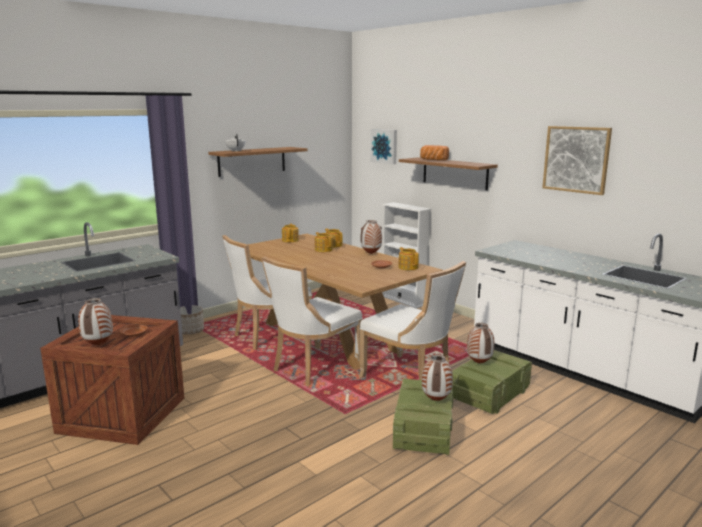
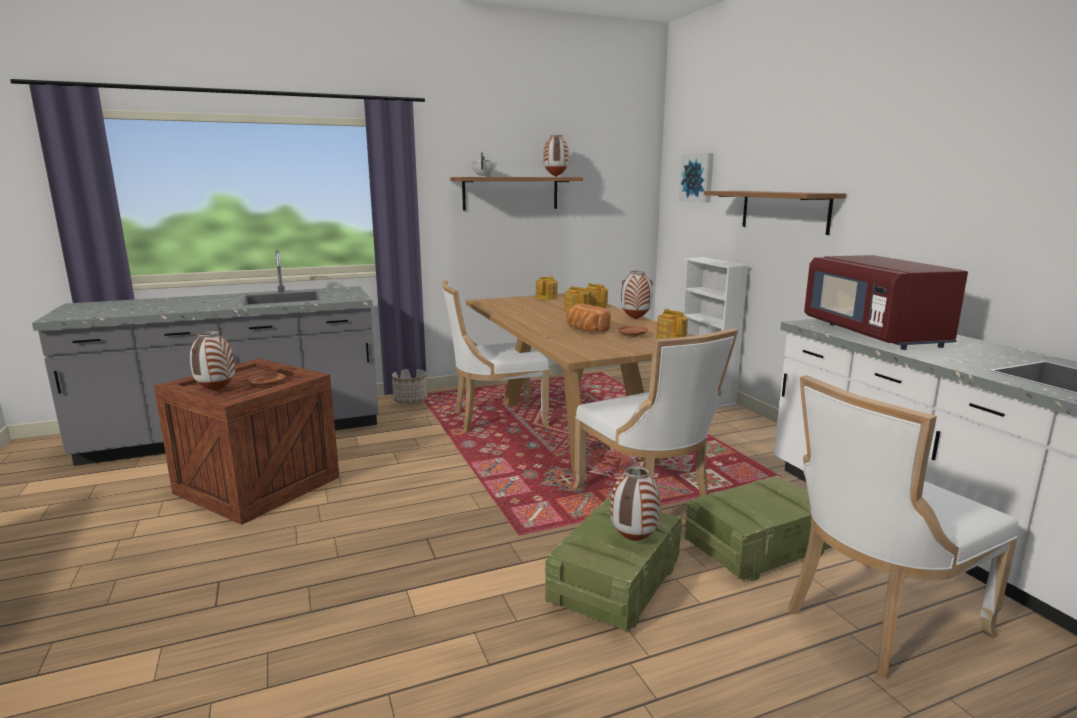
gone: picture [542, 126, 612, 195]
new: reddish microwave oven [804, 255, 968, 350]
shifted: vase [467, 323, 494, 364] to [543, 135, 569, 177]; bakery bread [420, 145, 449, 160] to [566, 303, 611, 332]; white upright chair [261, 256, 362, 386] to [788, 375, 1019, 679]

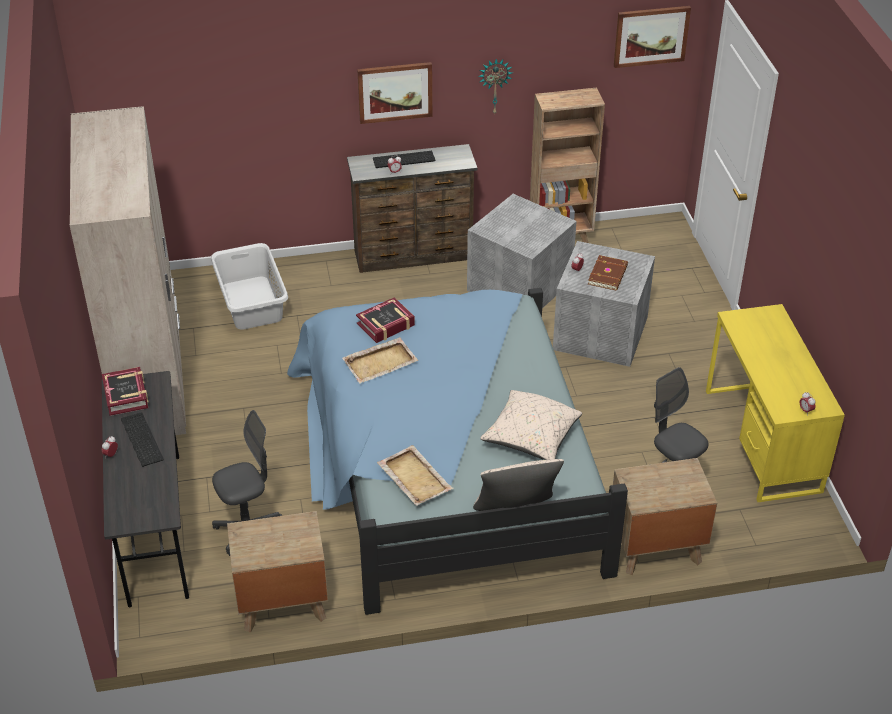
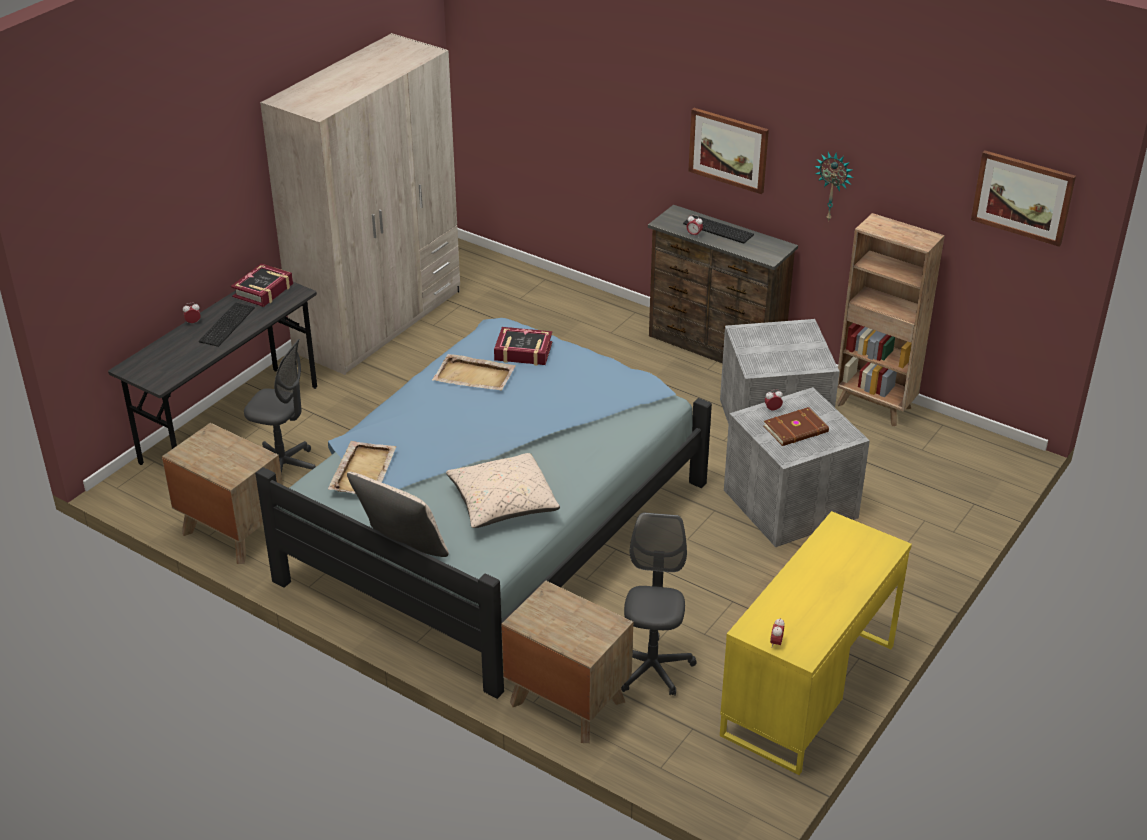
gone: grey washing basket [211, 243, 288, 330]

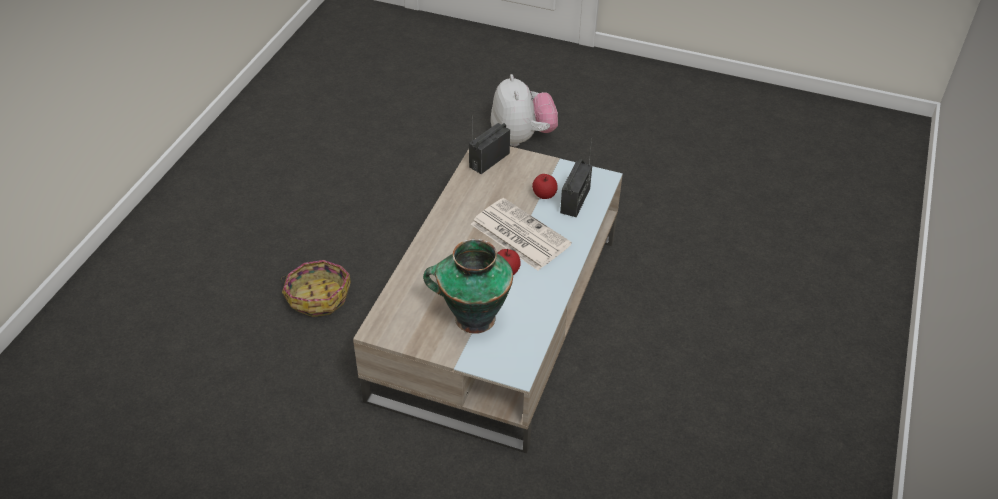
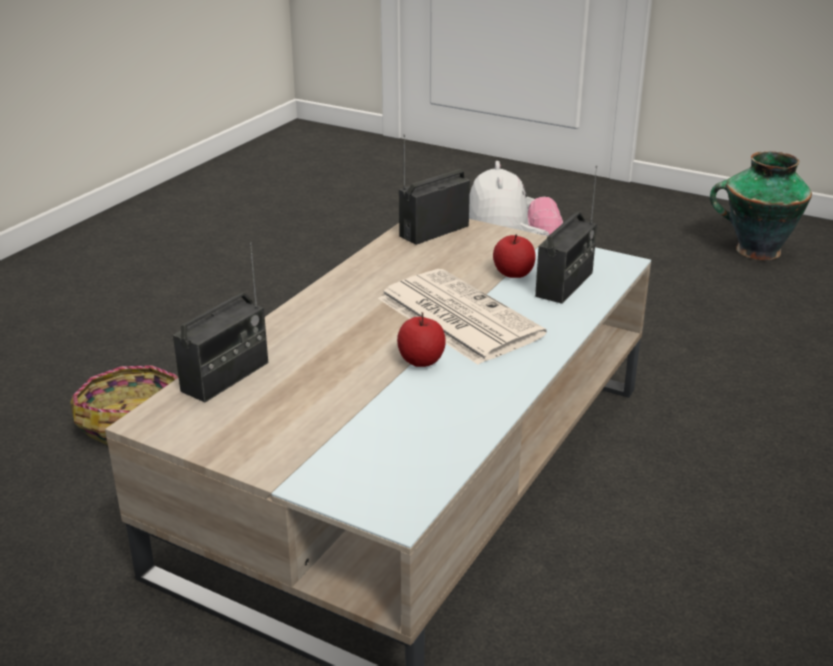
new: radio [173, 242, 268, 403]
shifted: vase [423, 239, 513, 334] to [710, 151, 812, 260]

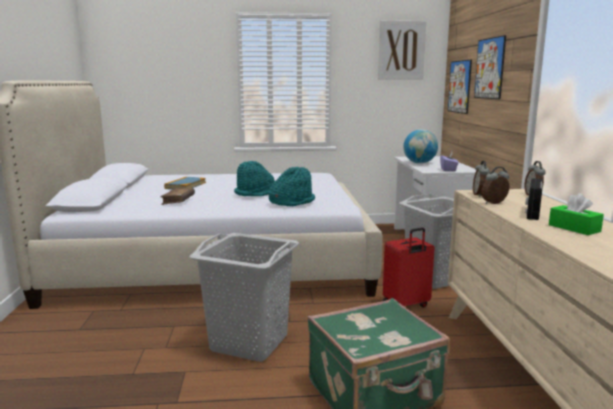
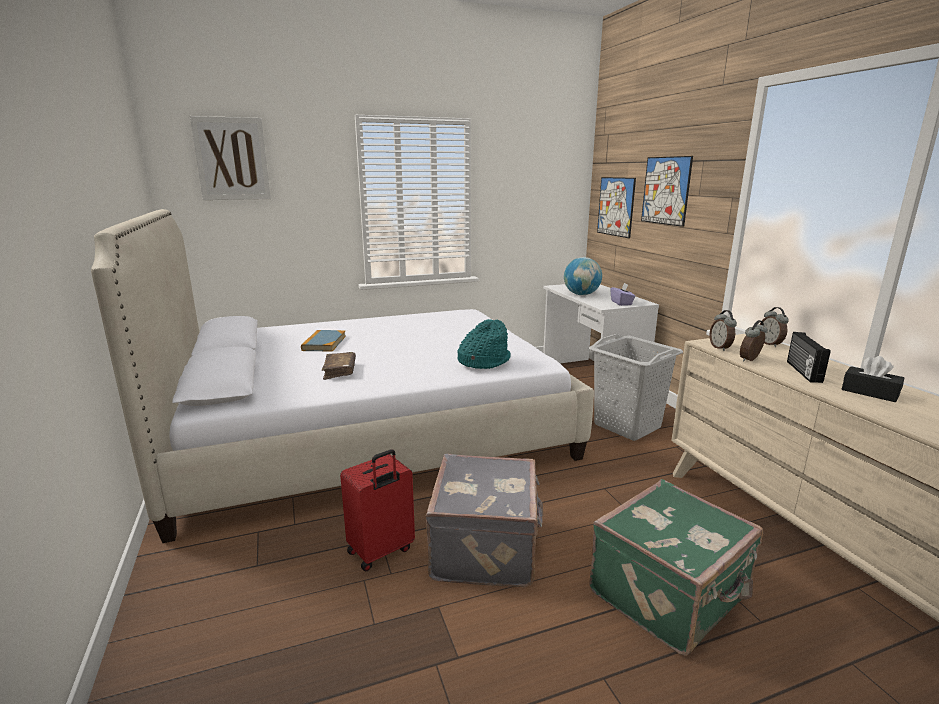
gone: turquoise clothing hat [234, 161, 275, 197]
shifted: picture [378, 21, 426, 79] to [190, 116, 271, 200]; reddish suitcase [383, 228, 435, 307] to [340, 449, 415, 571]
swapped: grey washing basket [190, 233, 299, 362] to grey suitcase [426, 454, 543, 587]
repainted: greenish tissue box [549, 193, 604, 235] to black-coloured tissue box [842, 356, 904, 402]

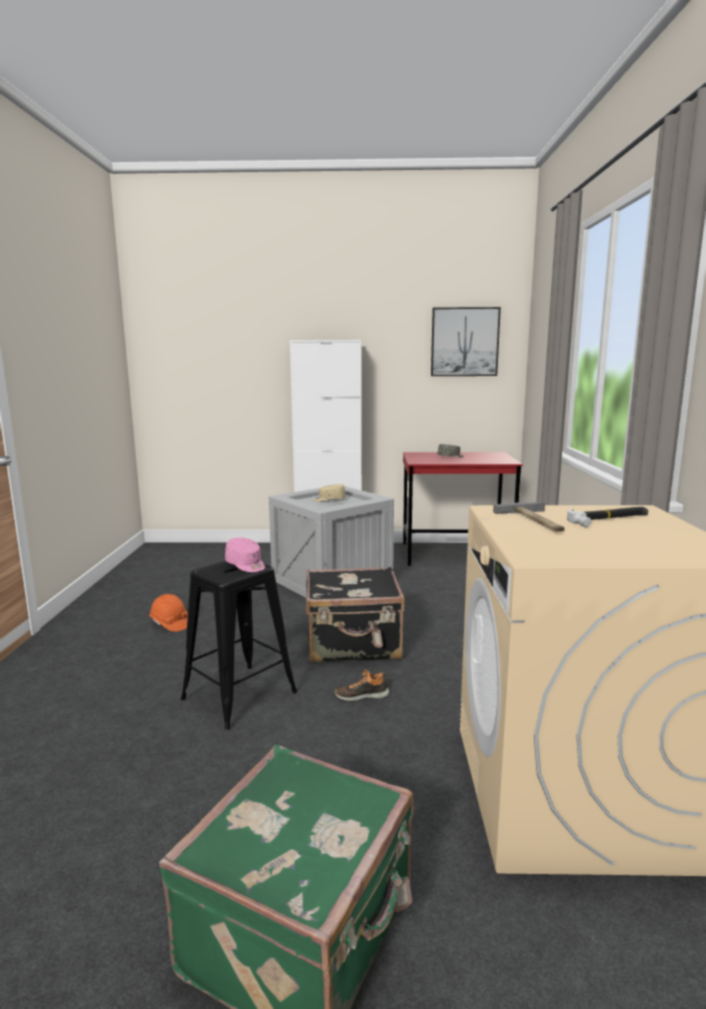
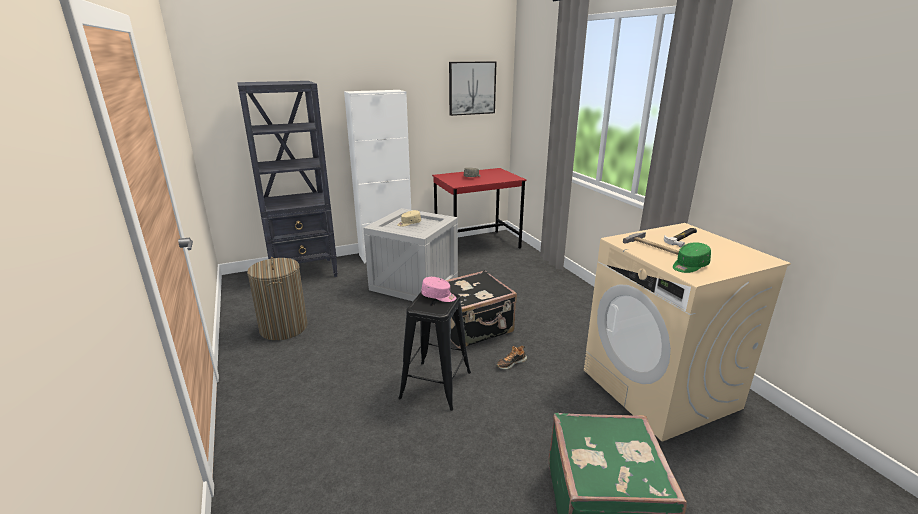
gone: orangey safety helmet [149, 594, 188, 632]
new: black-coloured shelving unit [237, 81, 338, 277]; washing basket [247, 257, 307, 340]; greenish cap [673, 242, 711, 273]

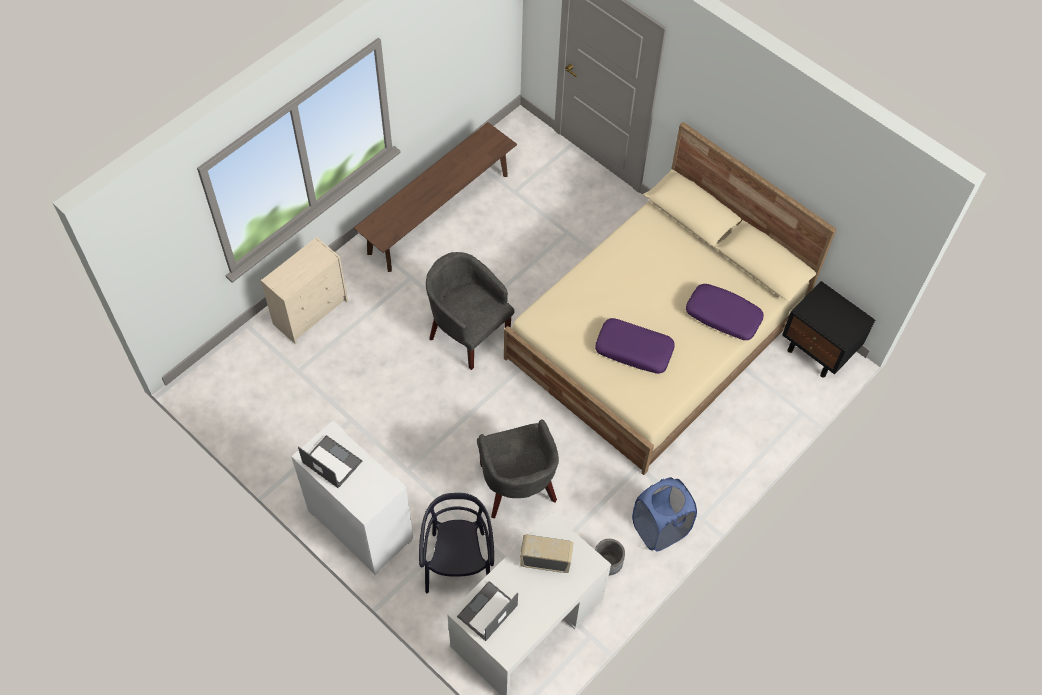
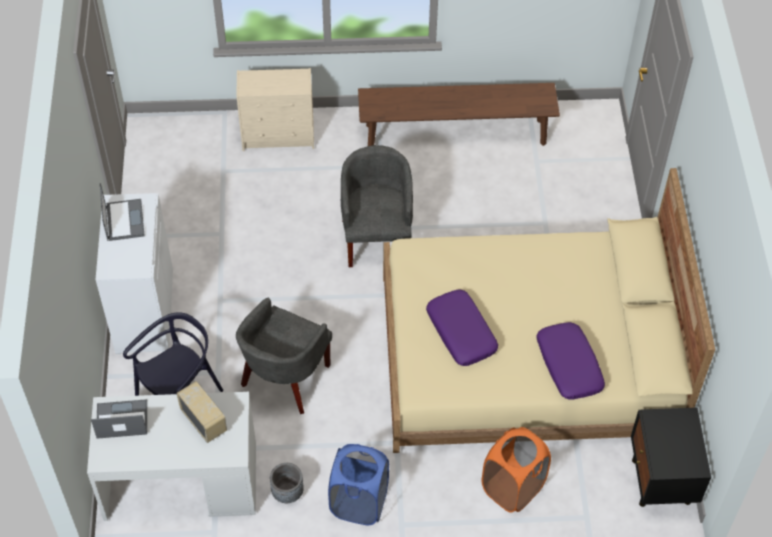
new: orangey washing basket [482, 427, 551, 513]

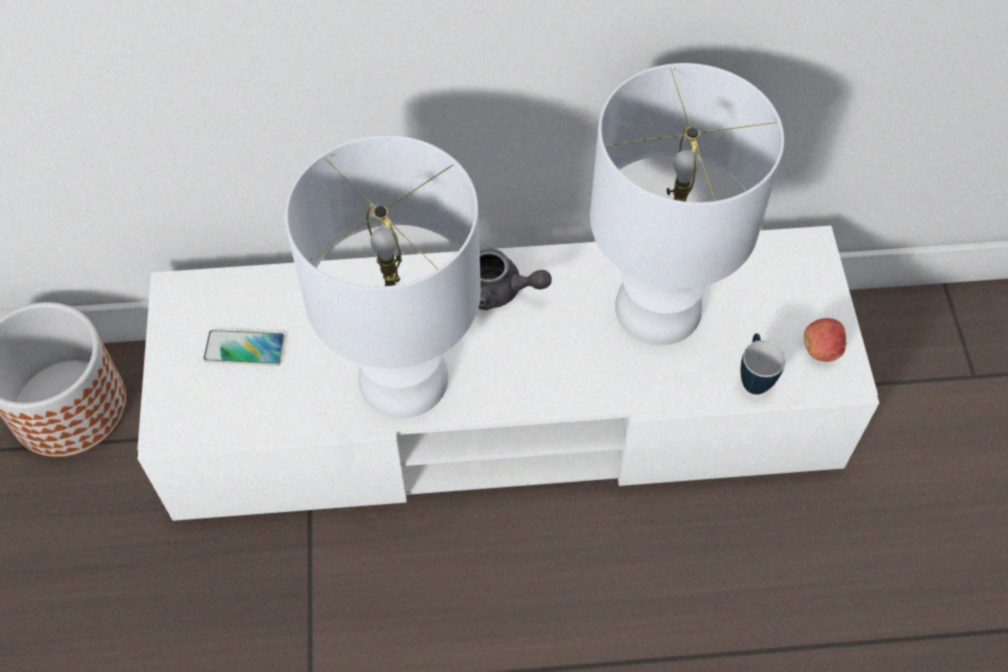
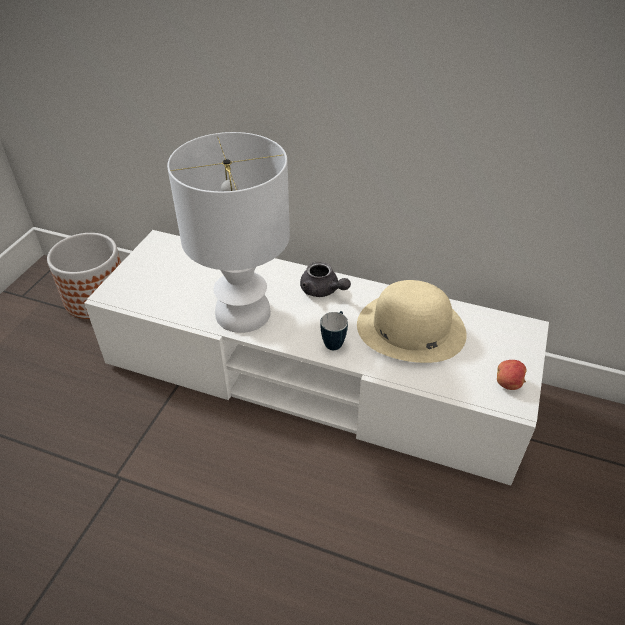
gone: phone [204, 330, 285, 366]
shifted: tea mug [740, 333, 786, 395] to [320, 311, 348, 350]
swapped: white table lamp [590, 63, 784, 345] to beige-coloured clothing hat [357, 280, 467, 363]

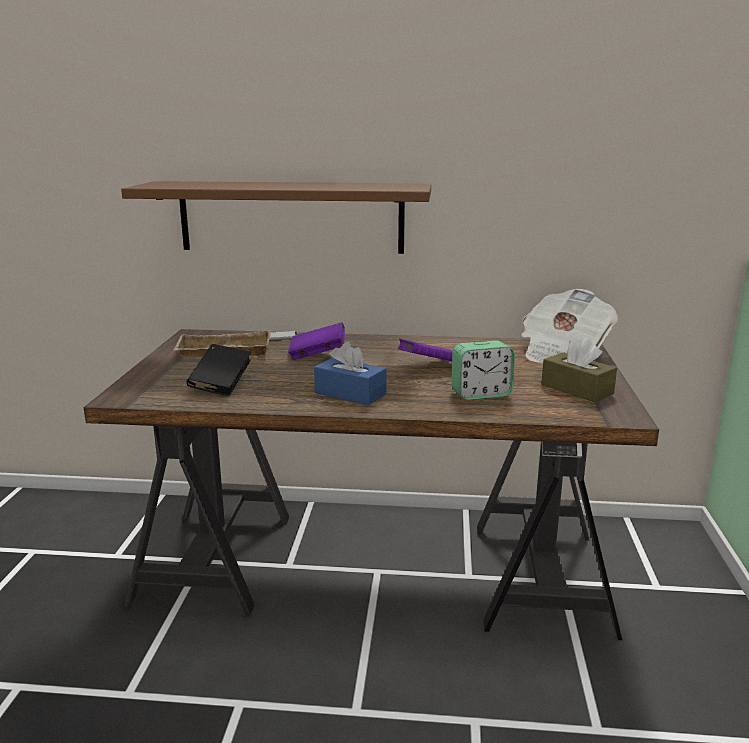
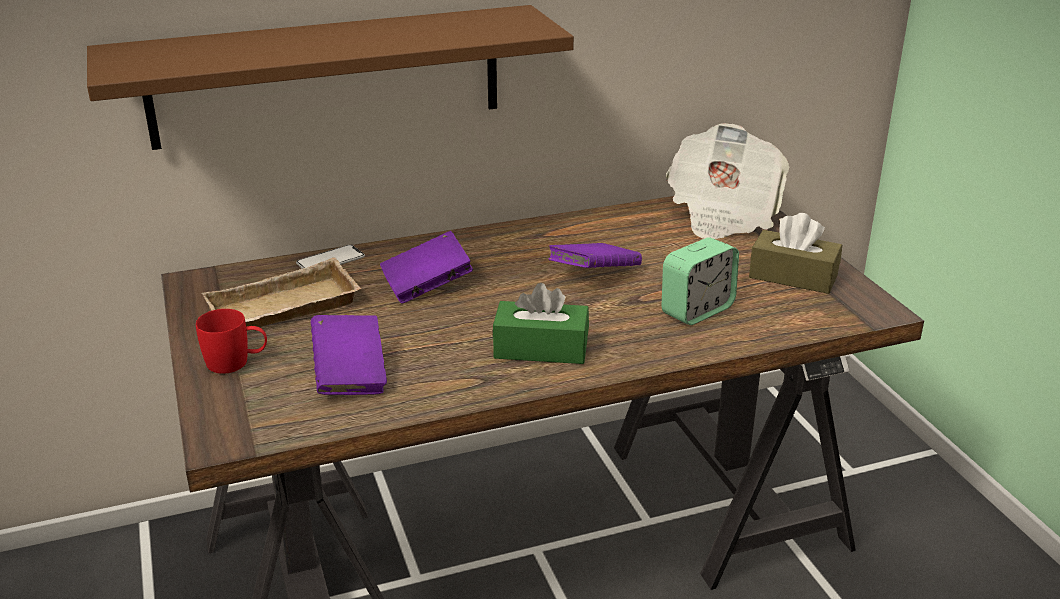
new: reddish tea mug [196, 309, 267, 374]
repainted: black-coloured volume [187, 344, 251, 396] to purple-coloured volume [311, 315, 387, 395]; blue-coloured tissue box [314, 342, 387, 405] to greenish tissue box [493, 283, 589, 364]

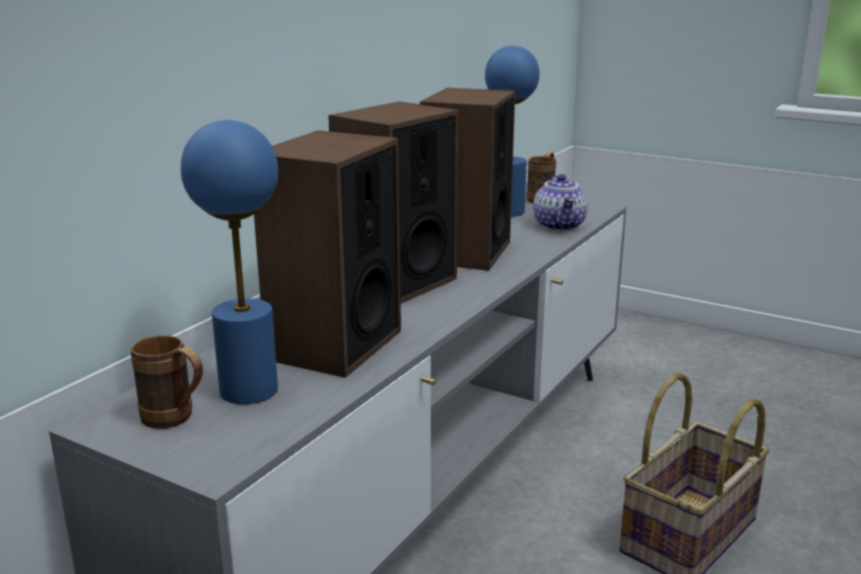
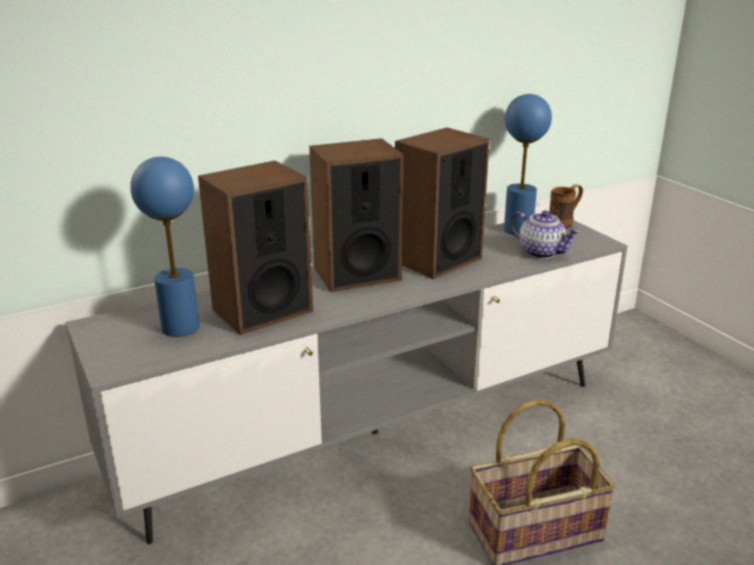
gone: brownish tea mug [131, 335, 203, 429]
rotated: pot for tea [533, 174, 588, 231] = [510, 210, 580, 259] 75 degrees counterclockwise

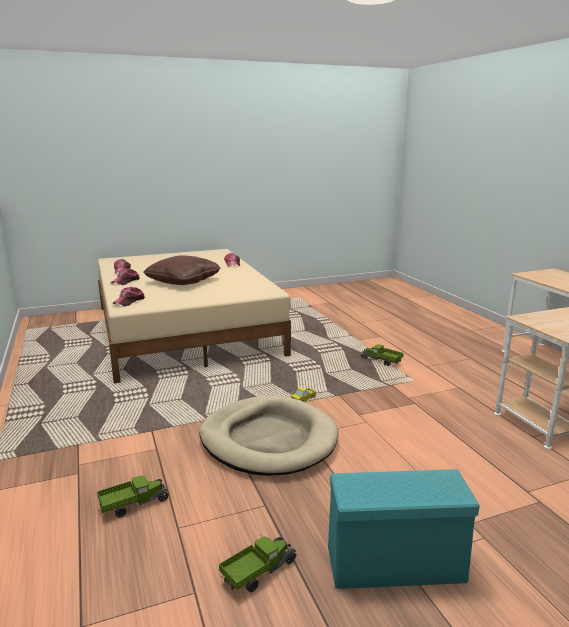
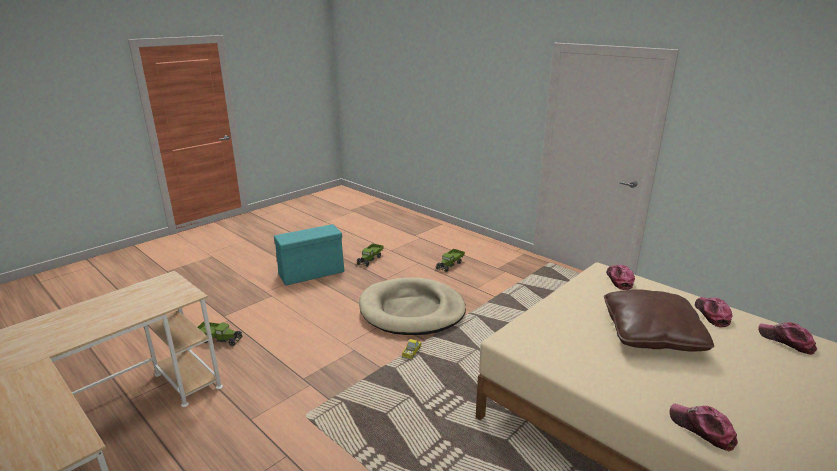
shifted: toy lorry [361, 344, 404, 366] to [198, 321, 243, 346]

